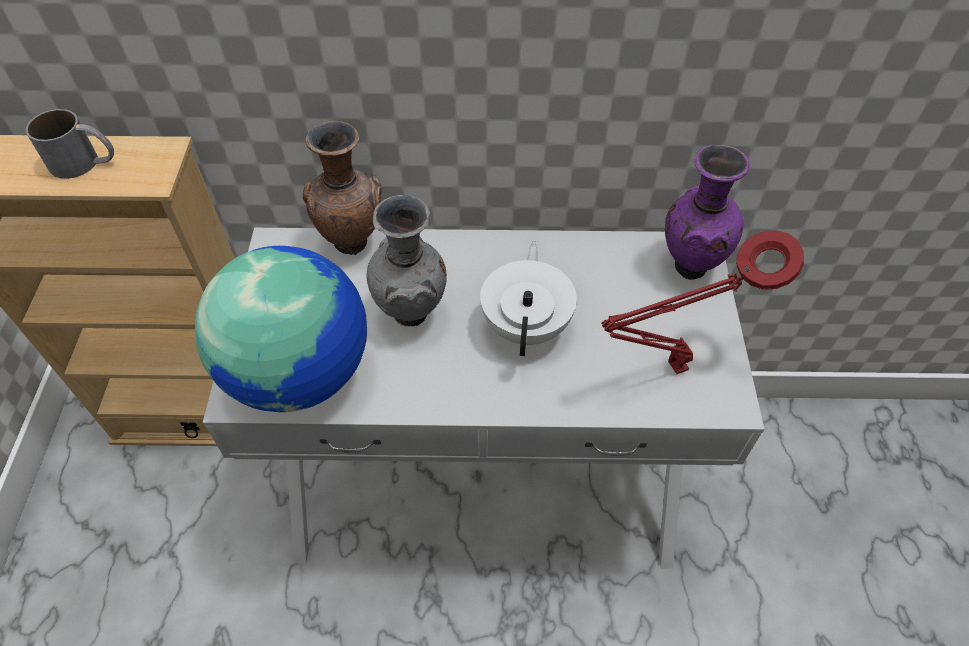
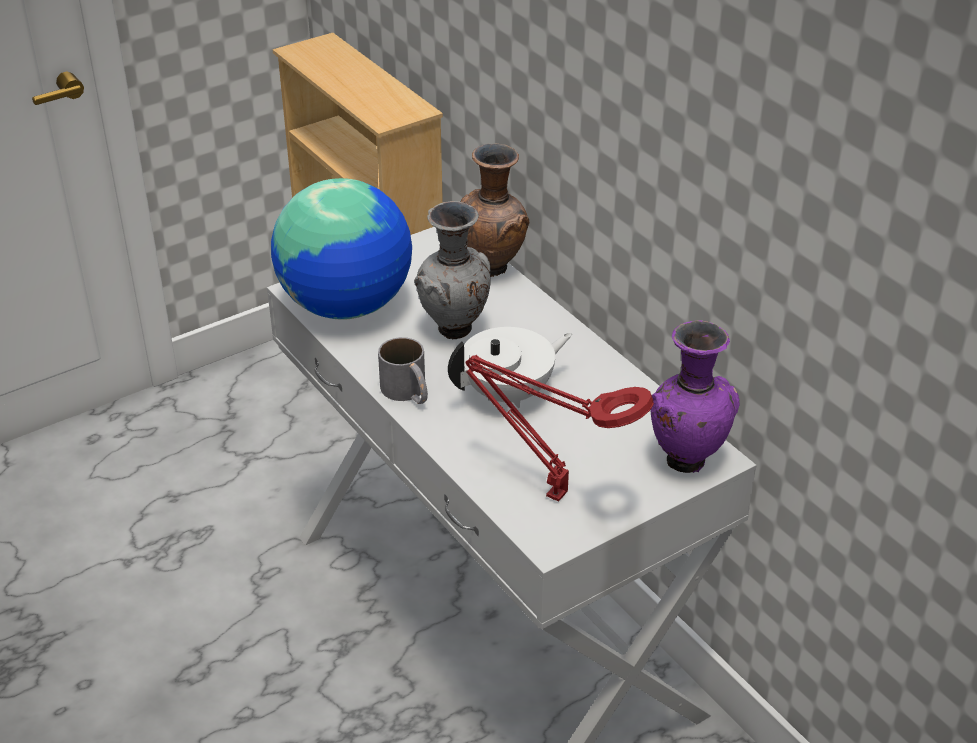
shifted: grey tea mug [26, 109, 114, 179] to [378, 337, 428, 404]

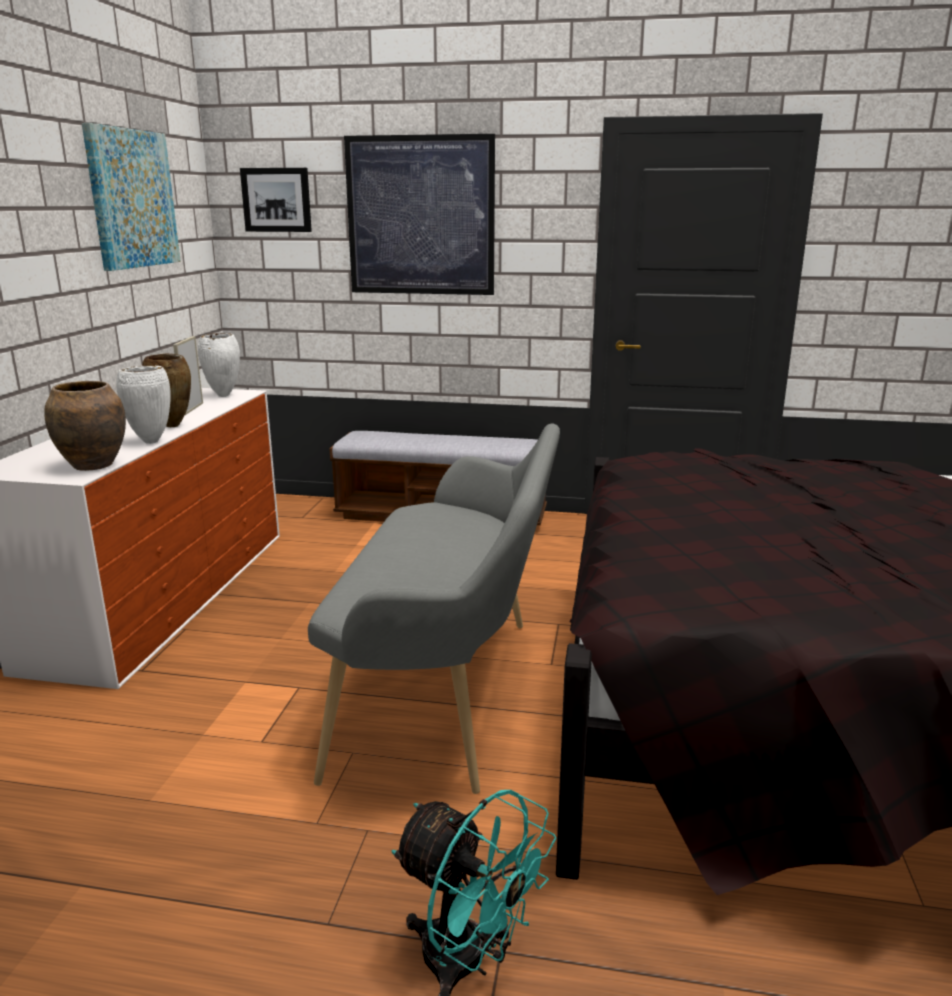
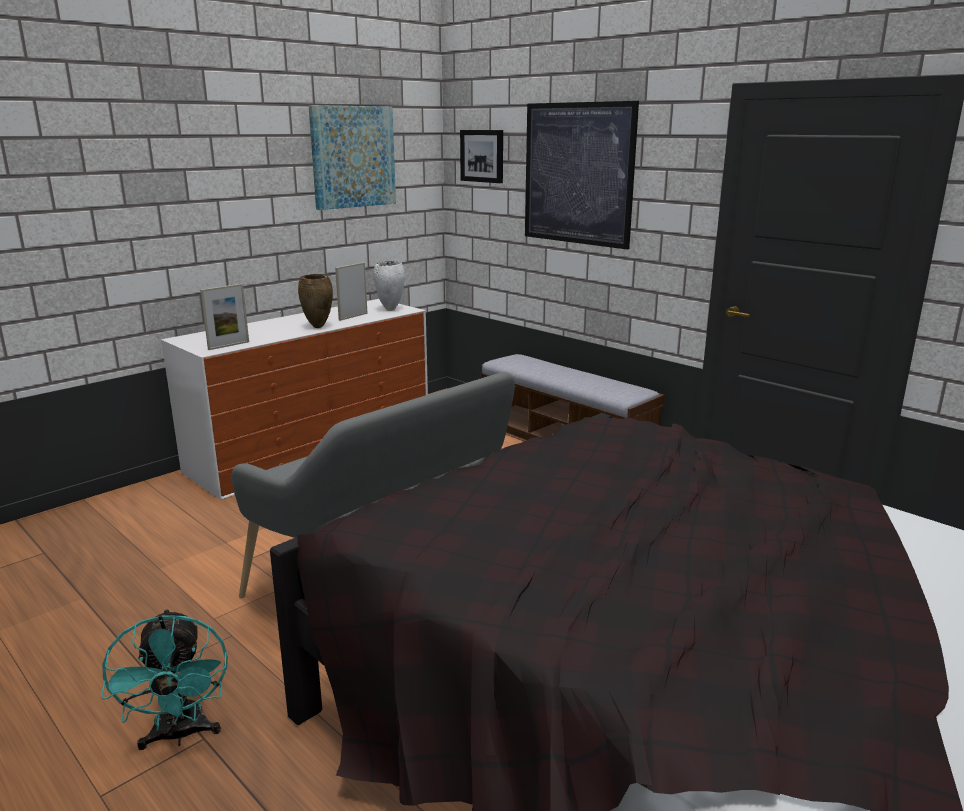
gone: white vase [116, 365, 171, 444]
swapped: brownish vase [45, 381, 126, 471] to standing frame [200, 284, 249, 350]

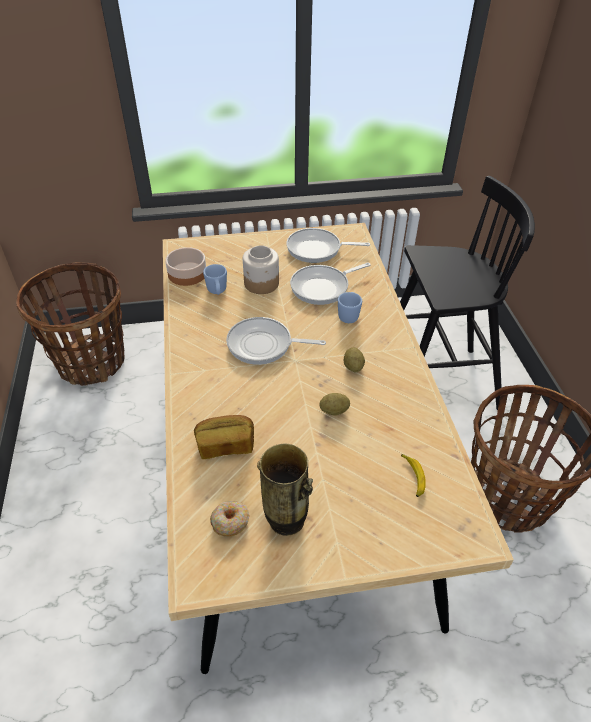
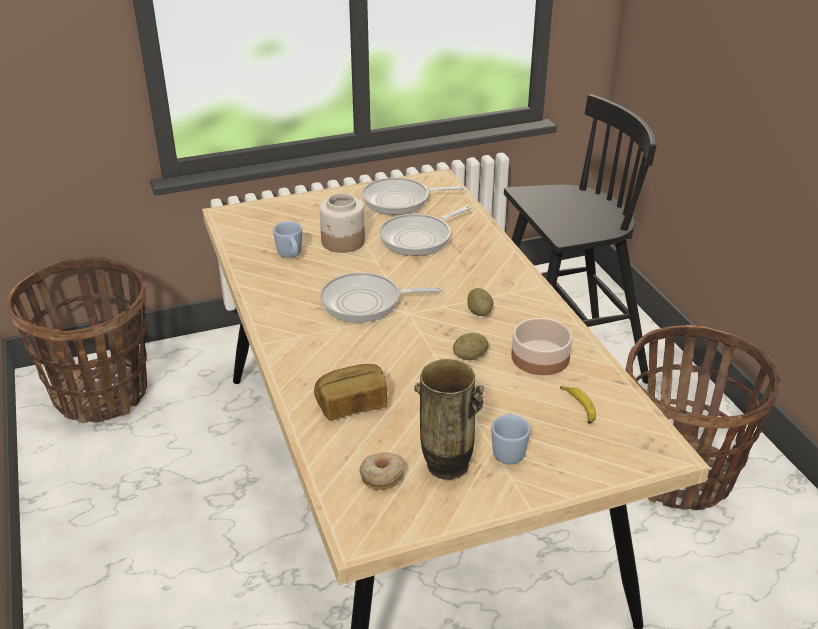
shifted: blue-coloured tea mug [338, 292, 362, 323] to [491, 413, 531, 464]; serving bowl [165, 247, 206, 286] to [511, 318, 573, 375]

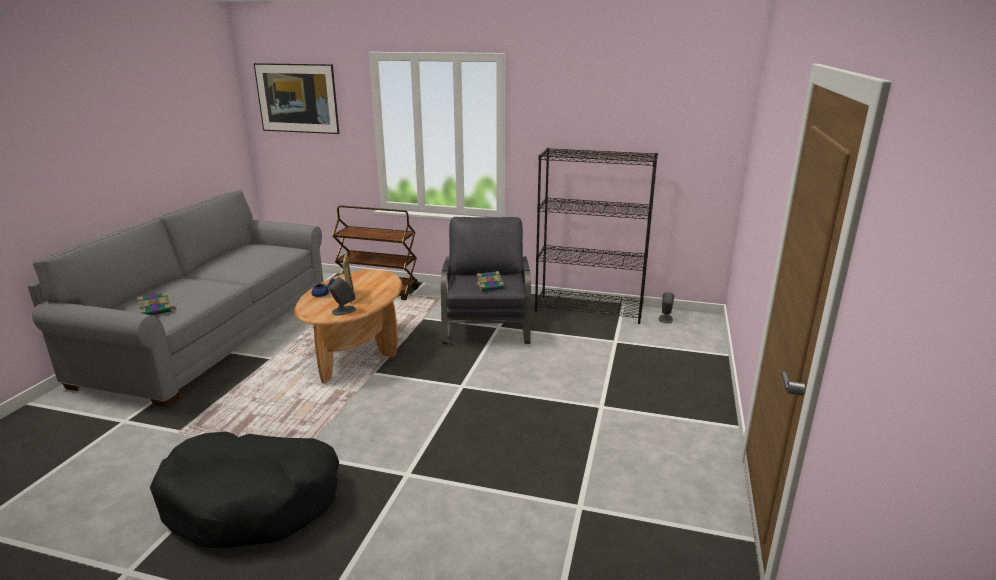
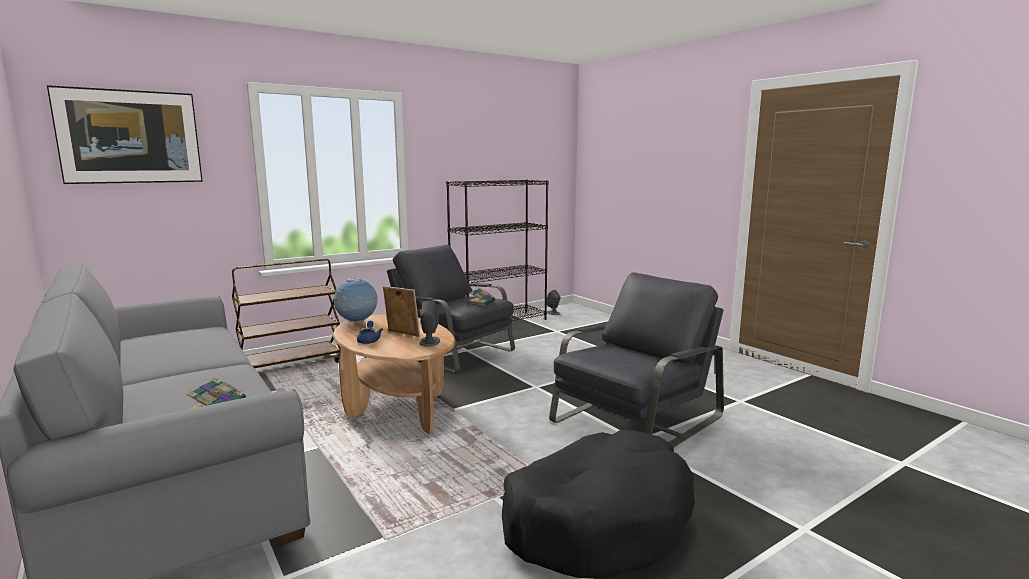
new: world globe [334, 278, 378, 323]; grey armchair [549, 272, 724, 448]

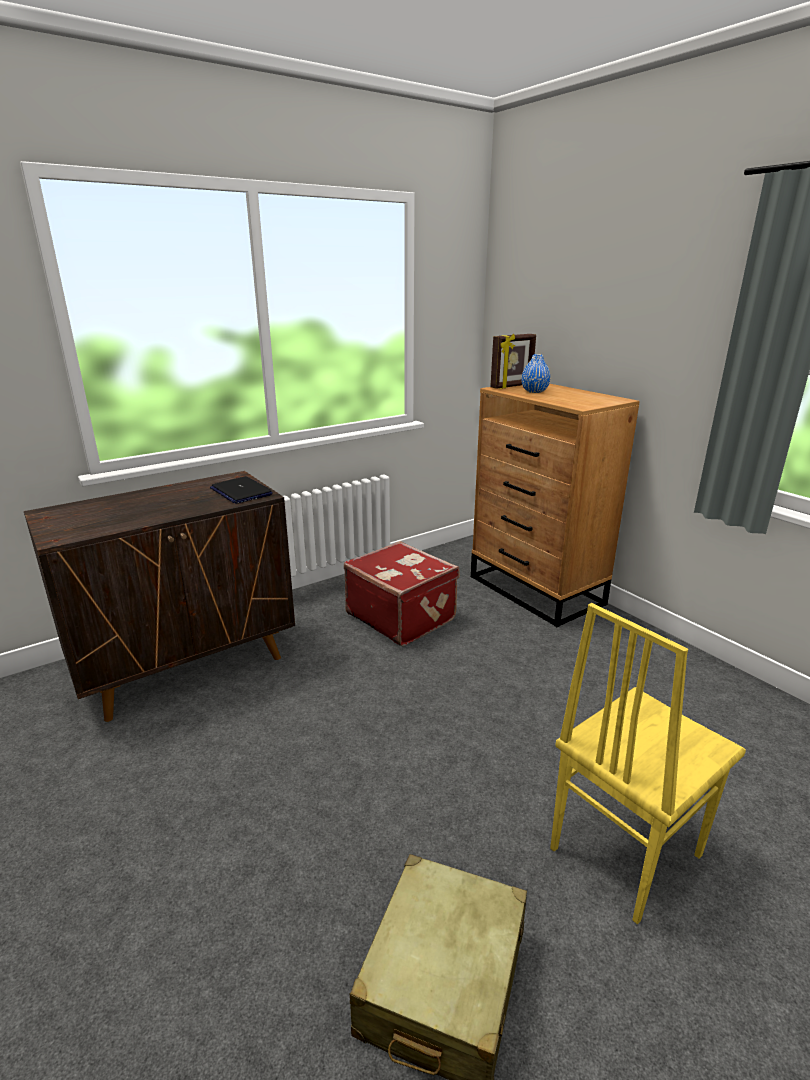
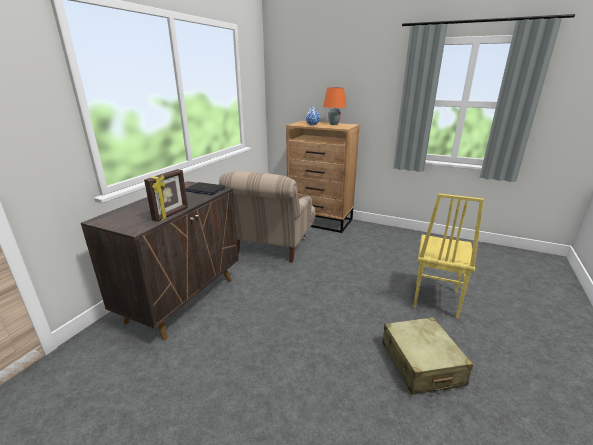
new: orangey table lamp [323, 88, 346, 125]
shifted: standing frame [490, 334, 536, 389] to [144, 169, 188, 222]
swapped: reddish suitcase [344, 541, 459, 646] to beige-coloured armchair [219, 171, 316, 263]

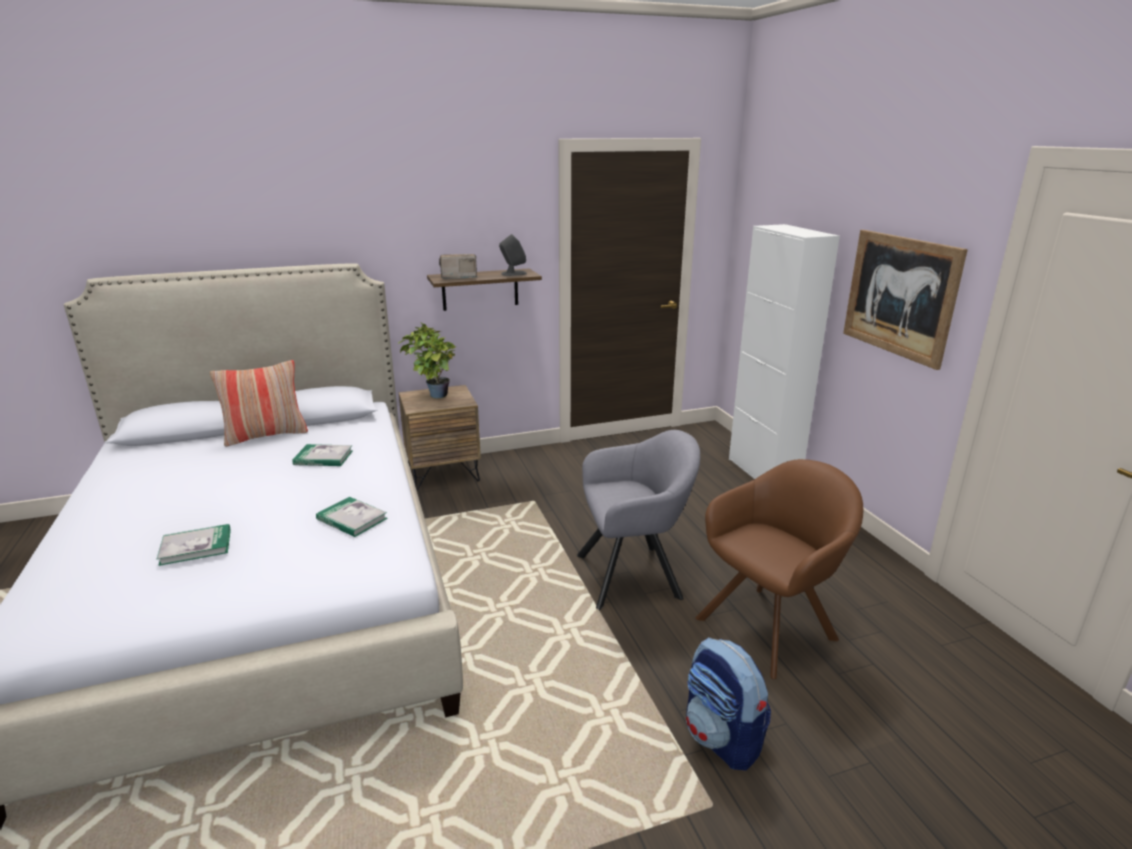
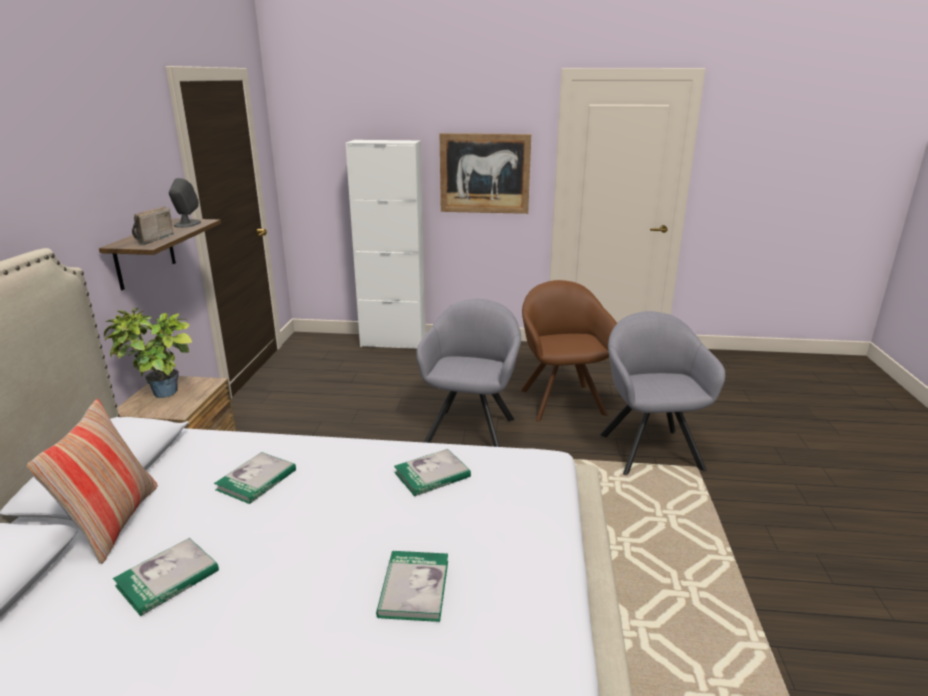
new: volume [113, 538, 219, 616]
swapped: backpack [686, 637, 771, 771] to grey armchair [600, 311, 725, 475]

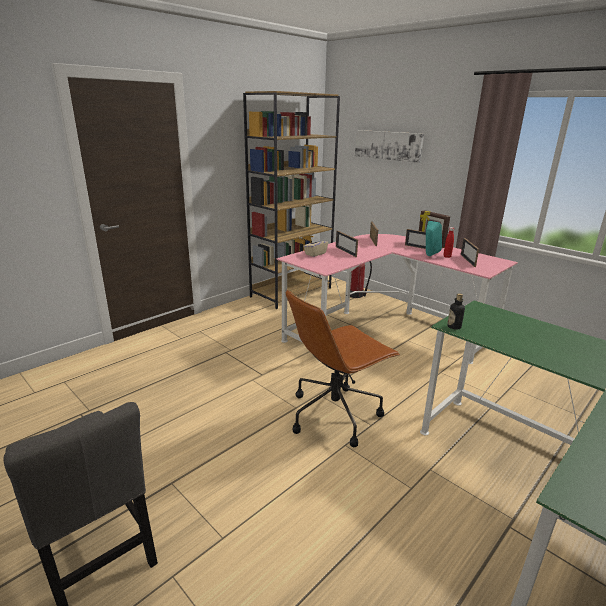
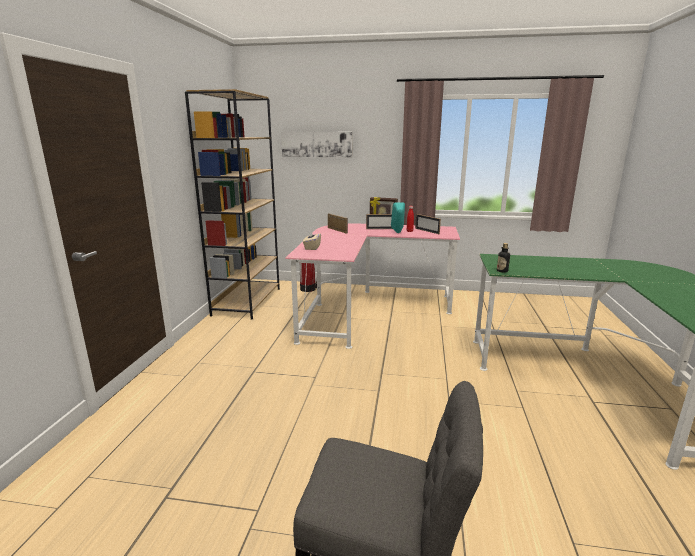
gone: brownish desk chair [286, 290, 400, 447]; standing frame [336, 231, 358, 257]

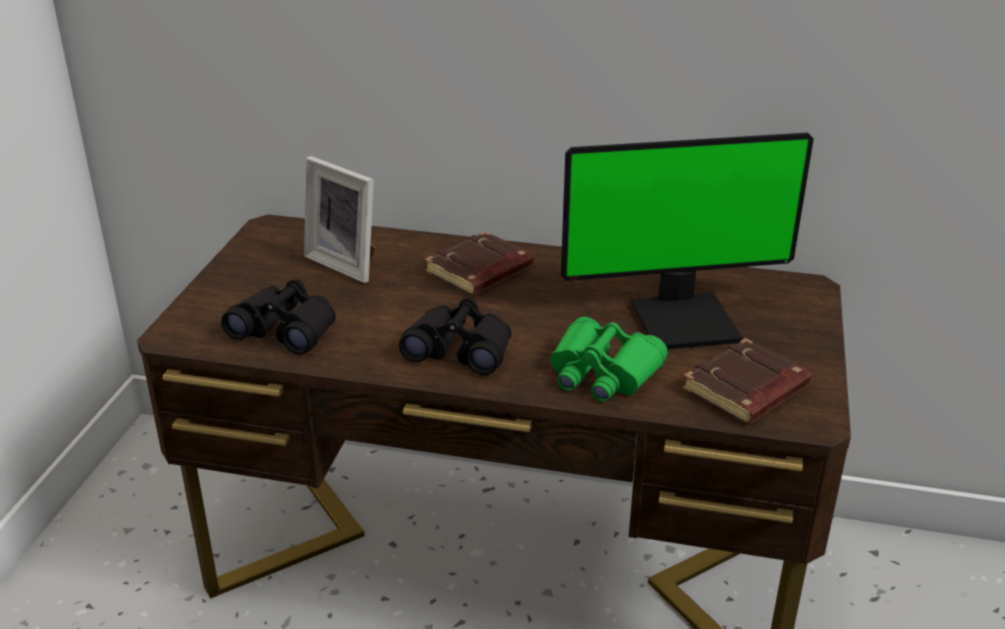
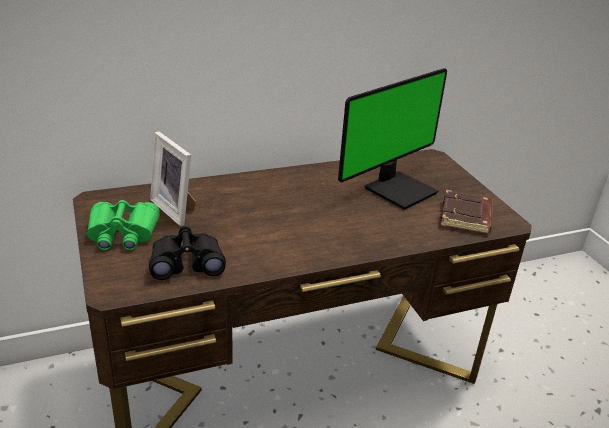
gone: black-coloured pair of binoculars [399, 298, 511, 375]; brownish volume [425, 231, 534, 295]
shifted: greenish pair of binoculars [550, 317, 668, 402] to [87, 200, 160, 250]
rotated: standing frame [304, 156, 375, 283] = [150, 132, 196, 226] 45 degrees clockwise

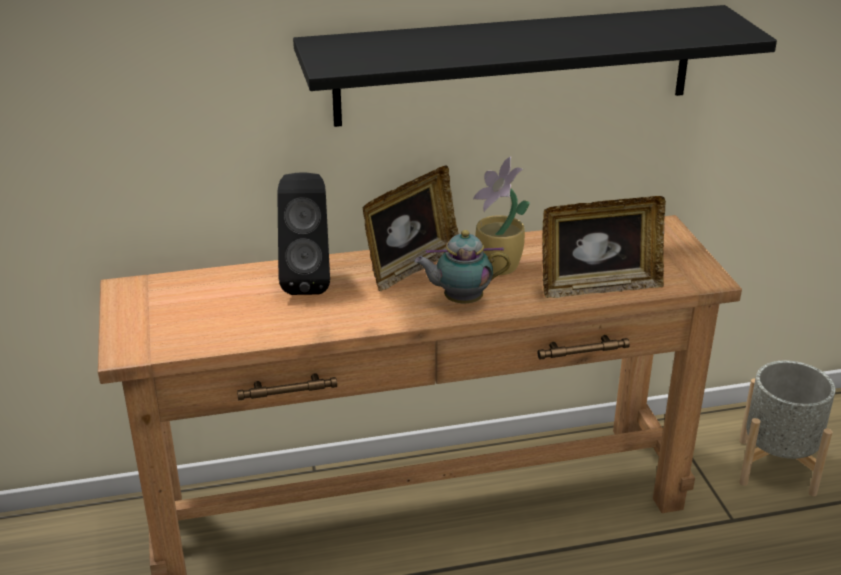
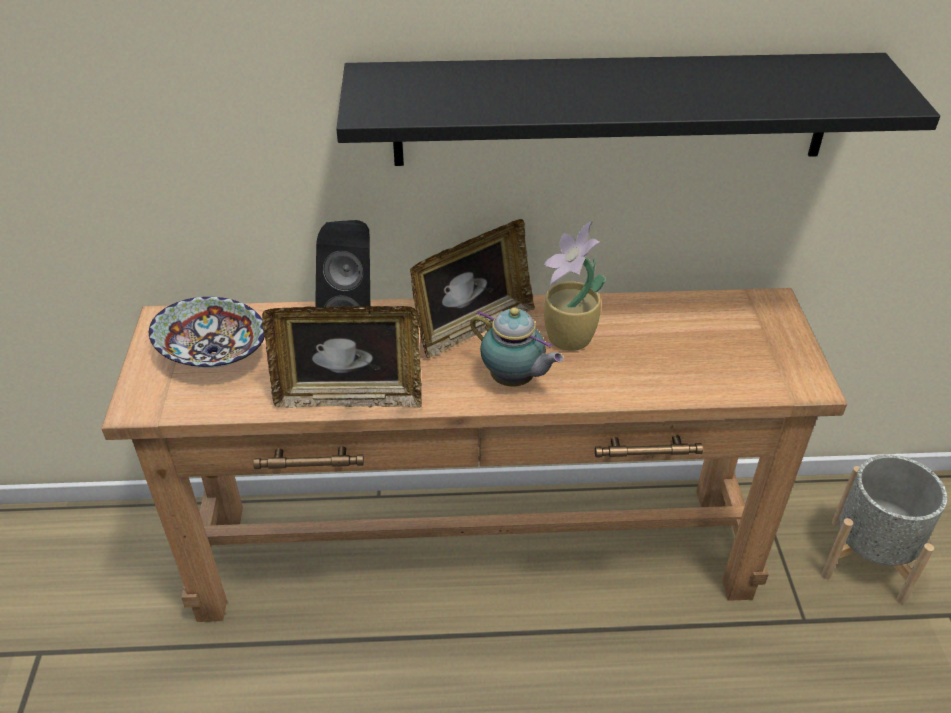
new: serving bowl [149, 297, 265, 368]
shifted: standing frame [542, 196, 666, 298] to [262, 306, 422, 408]
rotated: pot for tea [414, 230, 510, 303] = [470, 307, 563, 387] 150 degrees counterclockwise

